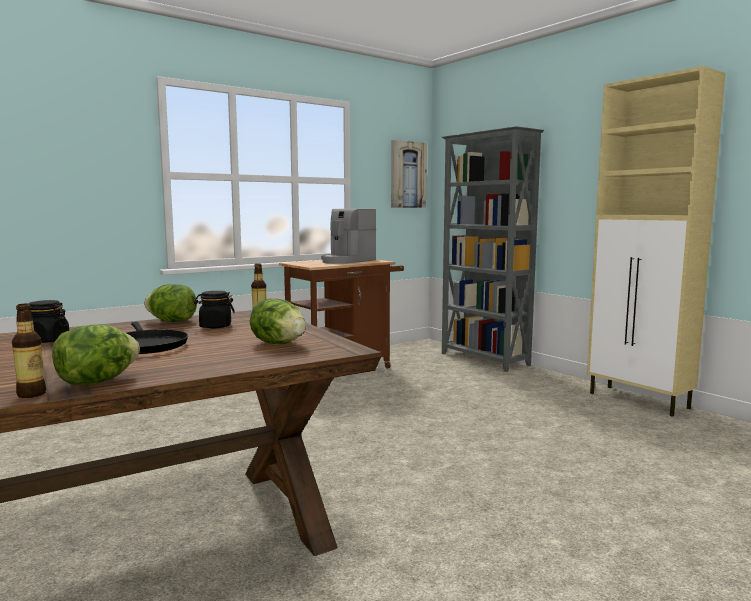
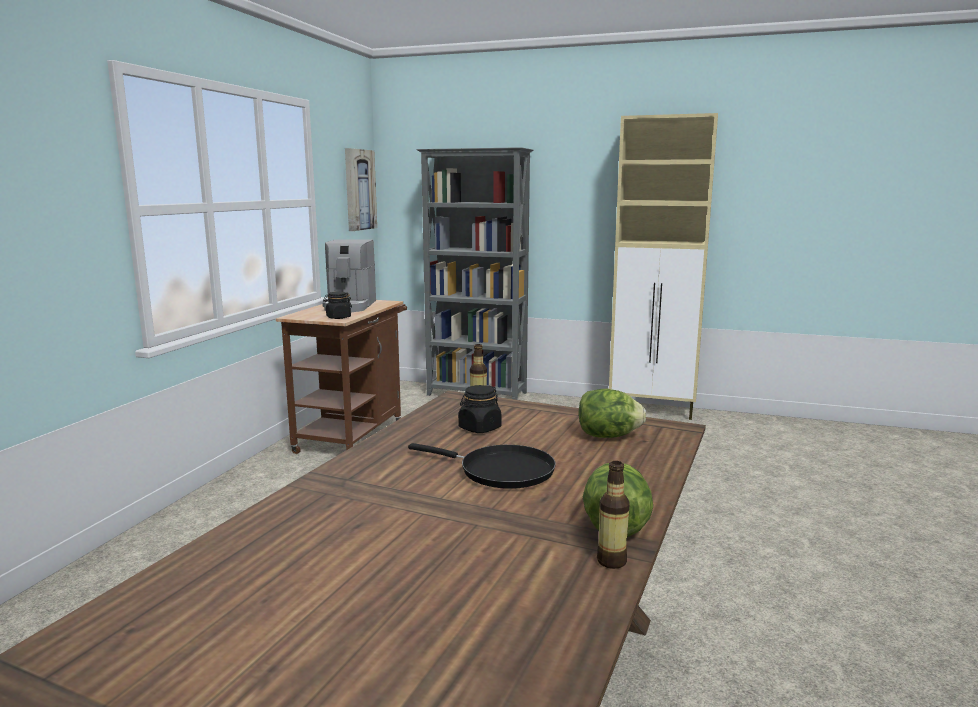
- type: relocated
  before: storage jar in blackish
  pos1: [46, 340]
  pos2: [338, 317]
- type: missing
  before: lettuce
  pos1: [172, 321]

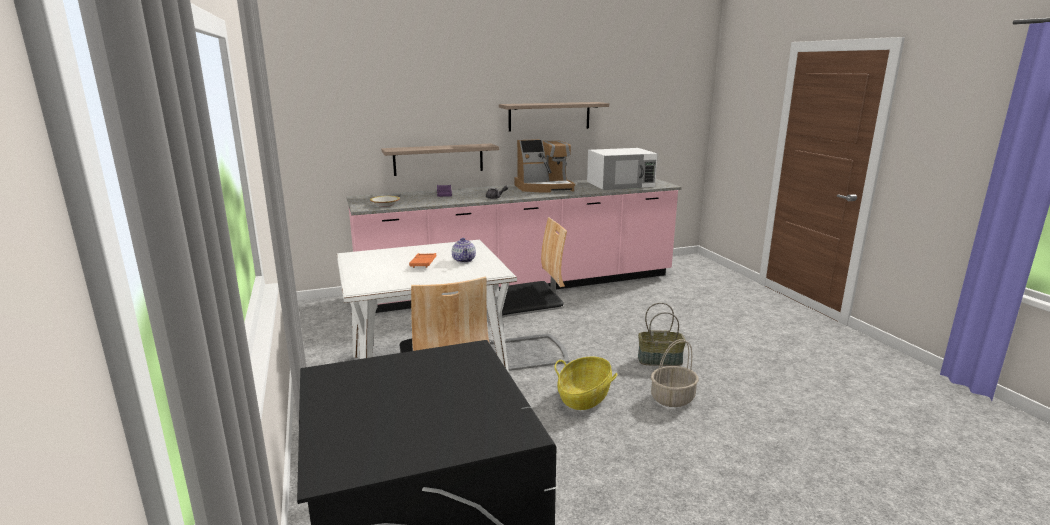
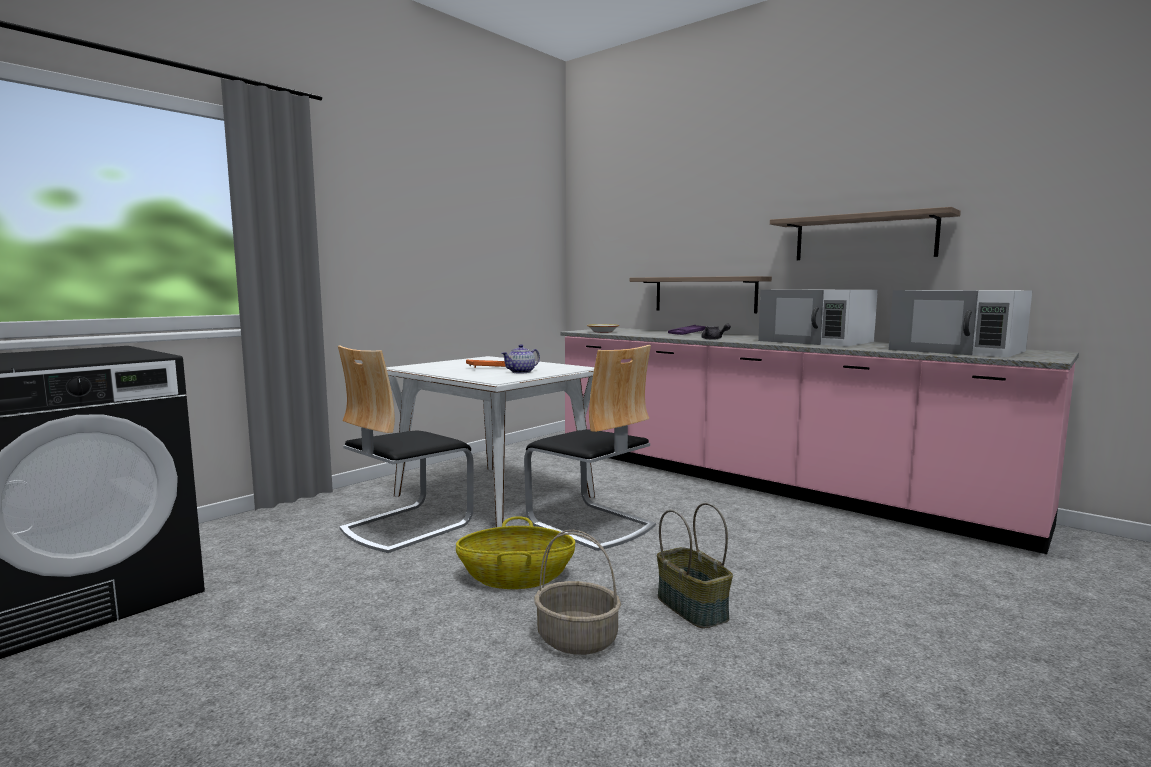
- type: exchanged
  before: coffee maker
  after: microwave in white-coloured
  pos1: [544, 188]
  pos2: [816, 341]

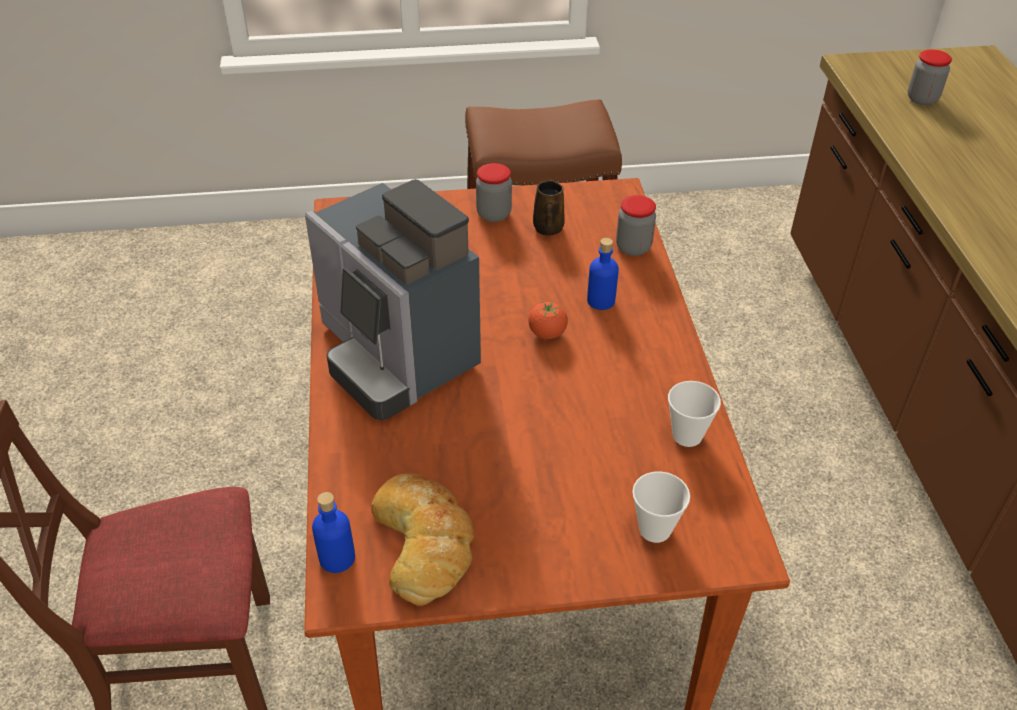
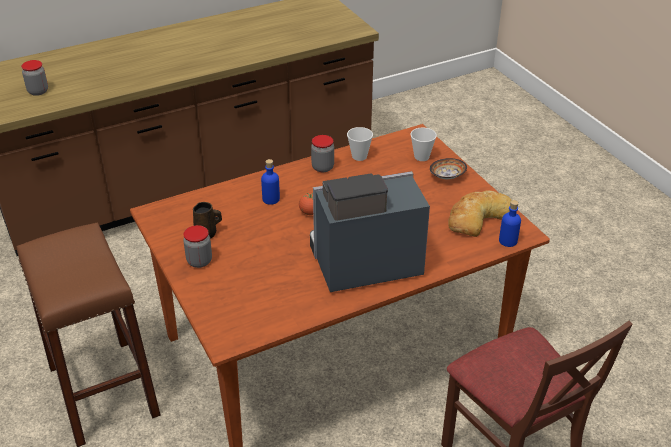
- type: spun
  before: coffee maker
  pos1: [395, 355]
  pos2: [362, 264]
  turn: -135
- type: relocated
  before: storage jar
  pos1: [633, 247]
  pos2: [322, 167]
- type: appeared
  after: bowl
  pos2: [446, 176]

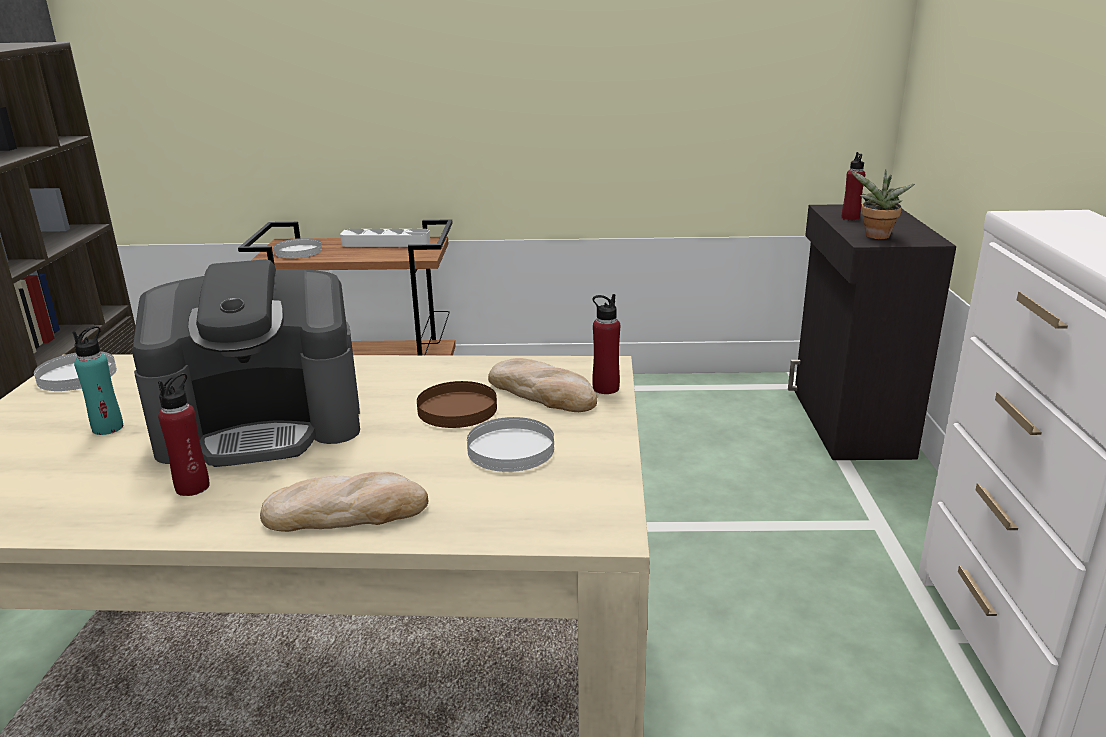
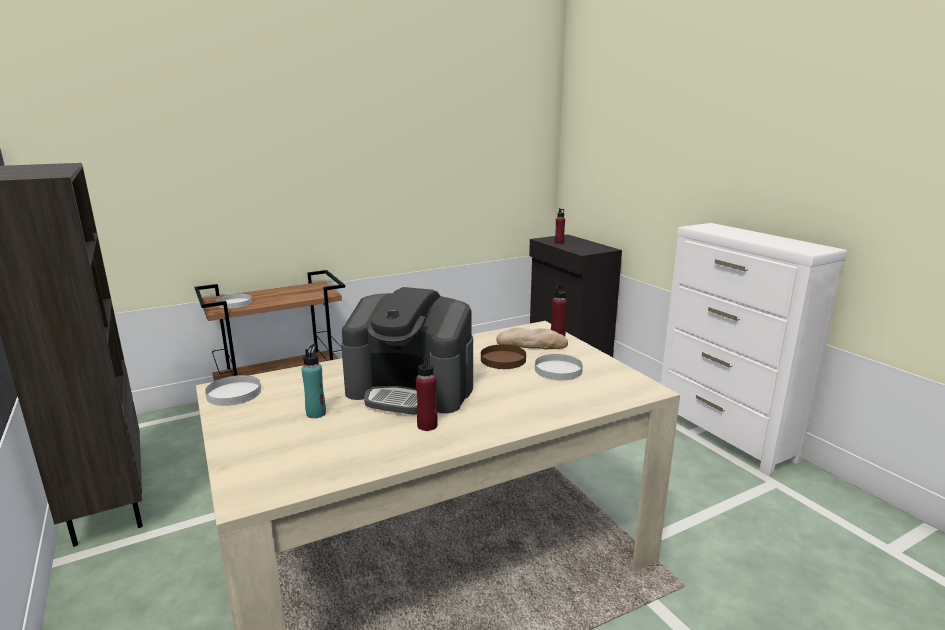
- type: spun
  before: coffee maker
  pos1: [263, 424]
  pos2: [411, 389]
  turn: 60
- type: missing
  before: bread
  pos1: [346, 511]
- type: missing
  before: tray in white-coloured
  pos1: [386, 243]
- type: missing
  before: potted plant
  pos1: [876, 237]

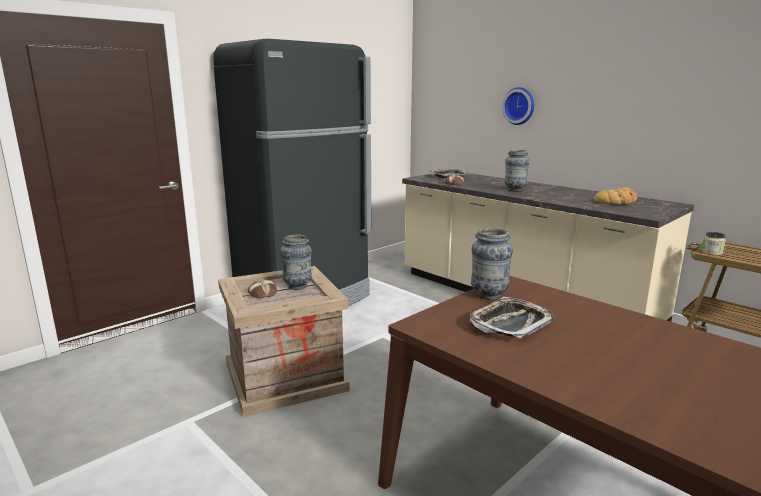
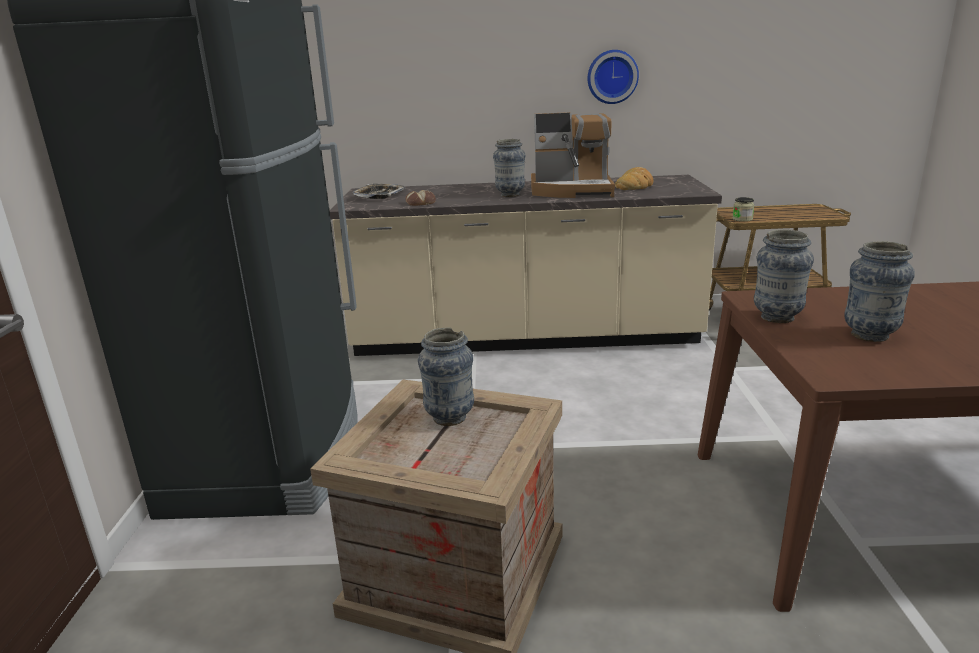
- type: appeared
  after: coffee maker
  pos2: [572, 190]
- type: relocated
  before: clock on the wall
  pos1: [519, 106]
  pos2: [612, 77]
- type: exchanged
  before: tray
  after: decorative vase
  pos1: [510, 323]
  pos2: [870, 335]
- type: missing
  before: bread
  pos1: [262, 293]

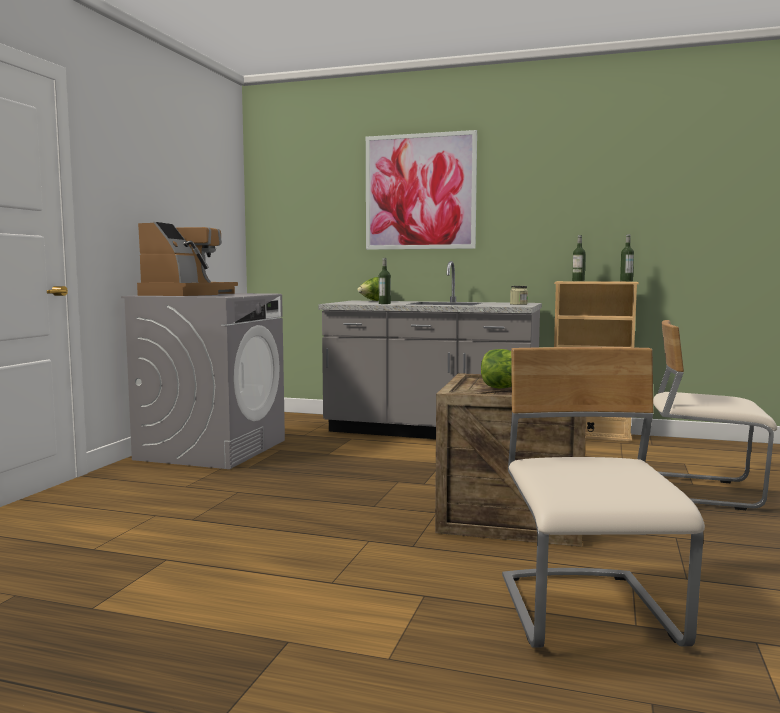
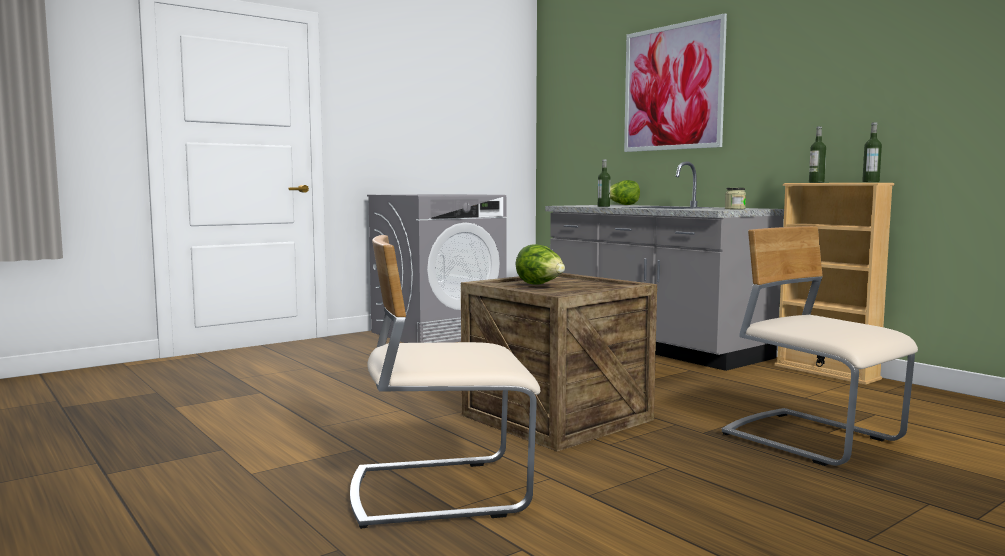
- type: spun
  before: chair in beige-coloured
  pos1: [589, 613]
  pos2: [439, 491]
  turn: -135
- type: missing
  before: coffee maker
  pos1: [188, 294]

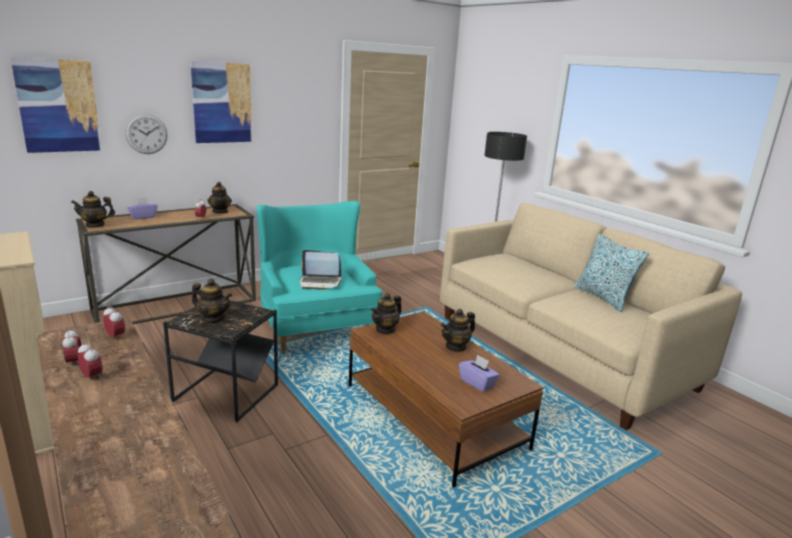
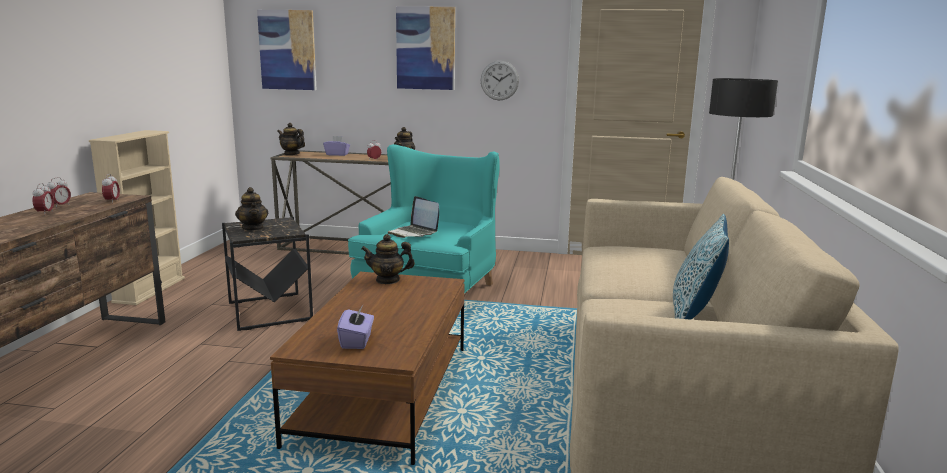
- type: relocated
  before: clock on the wall
  pos1: [146, 134]
  pos2: [499, 80]
- type: missing
  before: tea pot
  pos1: [456, 347]

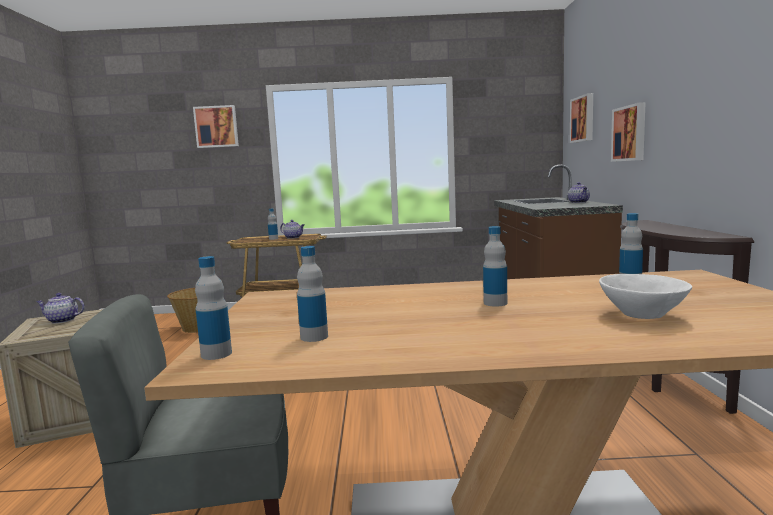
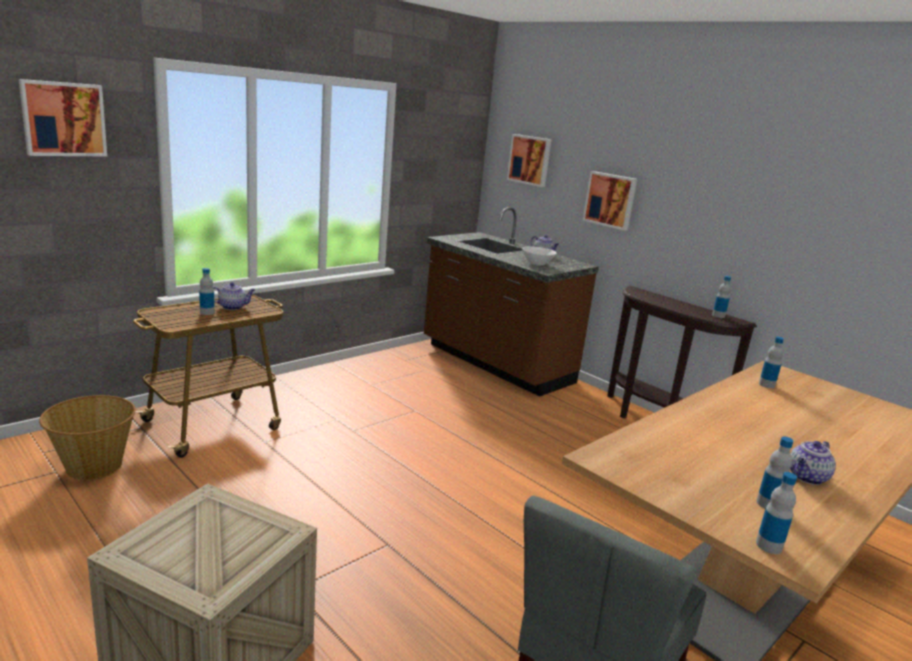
- type: relocated
  before: bowl in white-coloured
  pos1: [643, 315]
  pos2: [537, 264]
- type: relocated
  before: drink bottle
  pos1: [495, 303]
  pos2: [718, 315]
- type: relocated
  before: tea pot
  pos1: [61, 320]
  pos2: [807, 478]

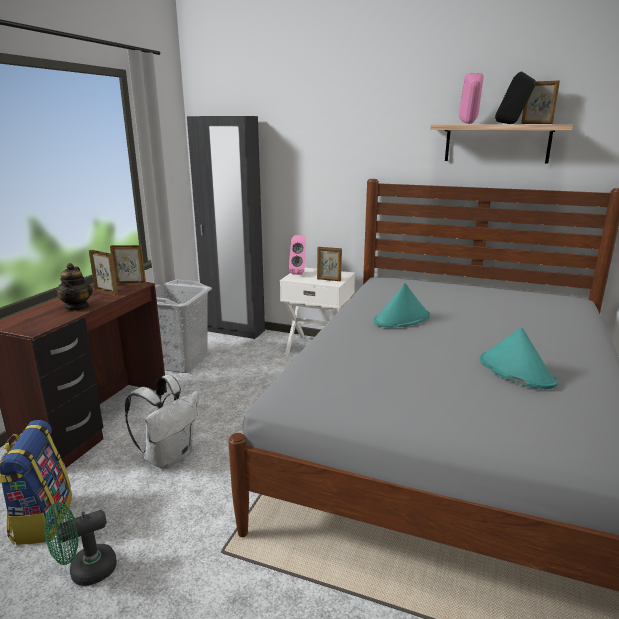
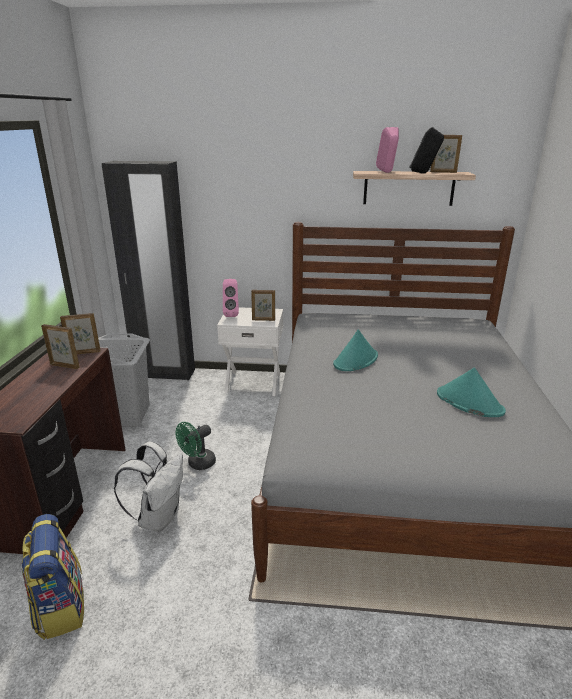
- type: relocated
  before: fan in greenish
  pos1: [85, 572]
  pos2: [198, 464]
- type: missing
  before: tea pot
  pos1: [77, 307]

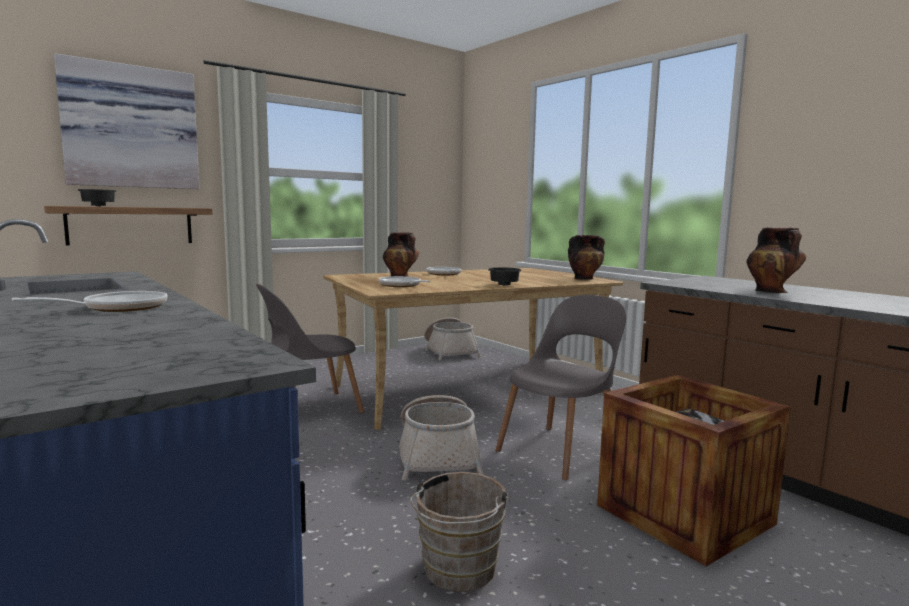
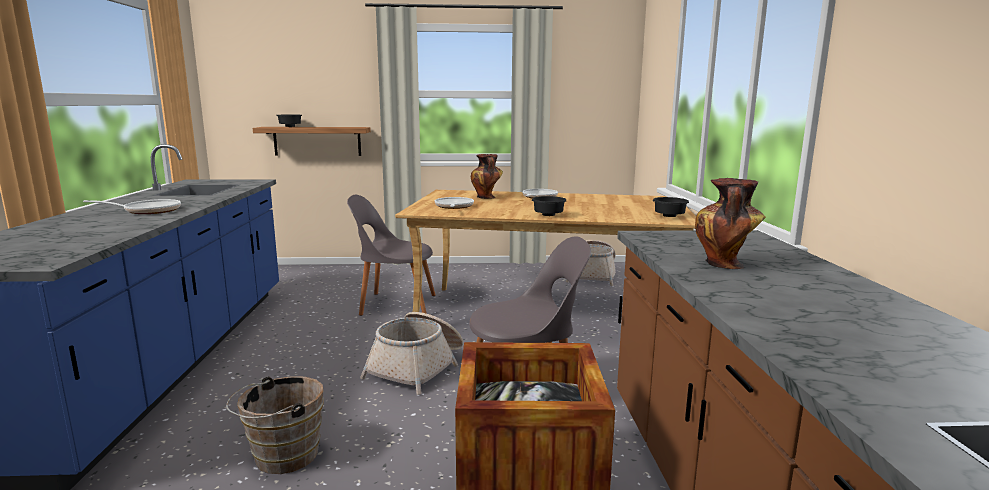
- type: exchanged
  before: decorative vase
  after: bowl in blackish
  pos1: [585, 279]
  pos2: [670, 216]
- type: missing
  before: wall picture
  pos1: [131, 127]

